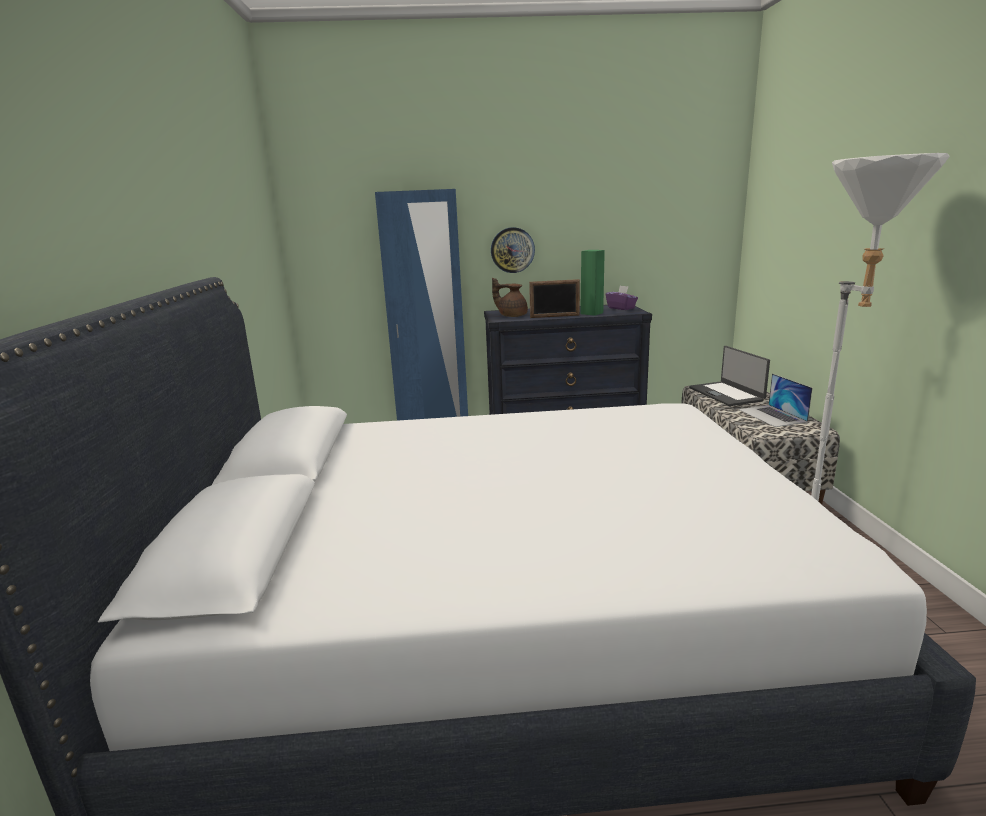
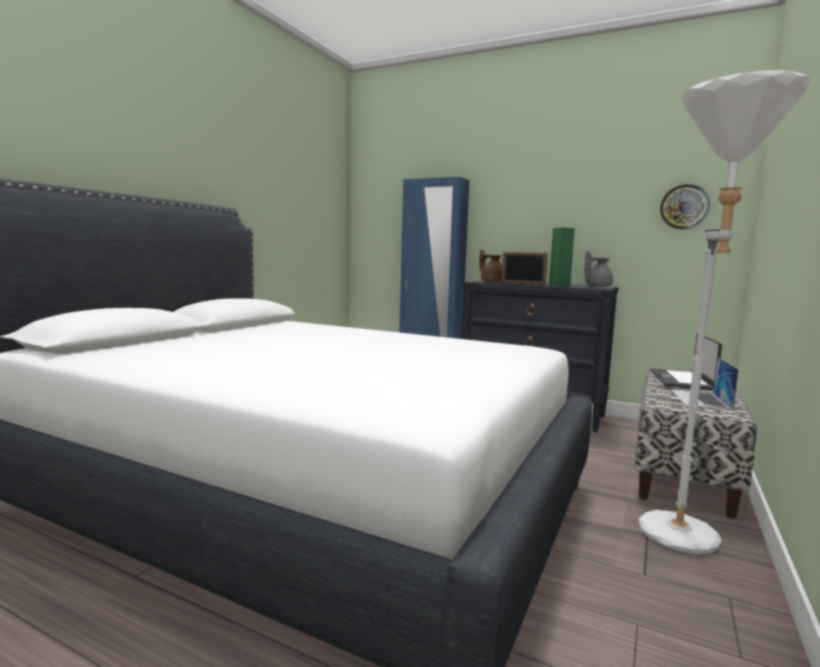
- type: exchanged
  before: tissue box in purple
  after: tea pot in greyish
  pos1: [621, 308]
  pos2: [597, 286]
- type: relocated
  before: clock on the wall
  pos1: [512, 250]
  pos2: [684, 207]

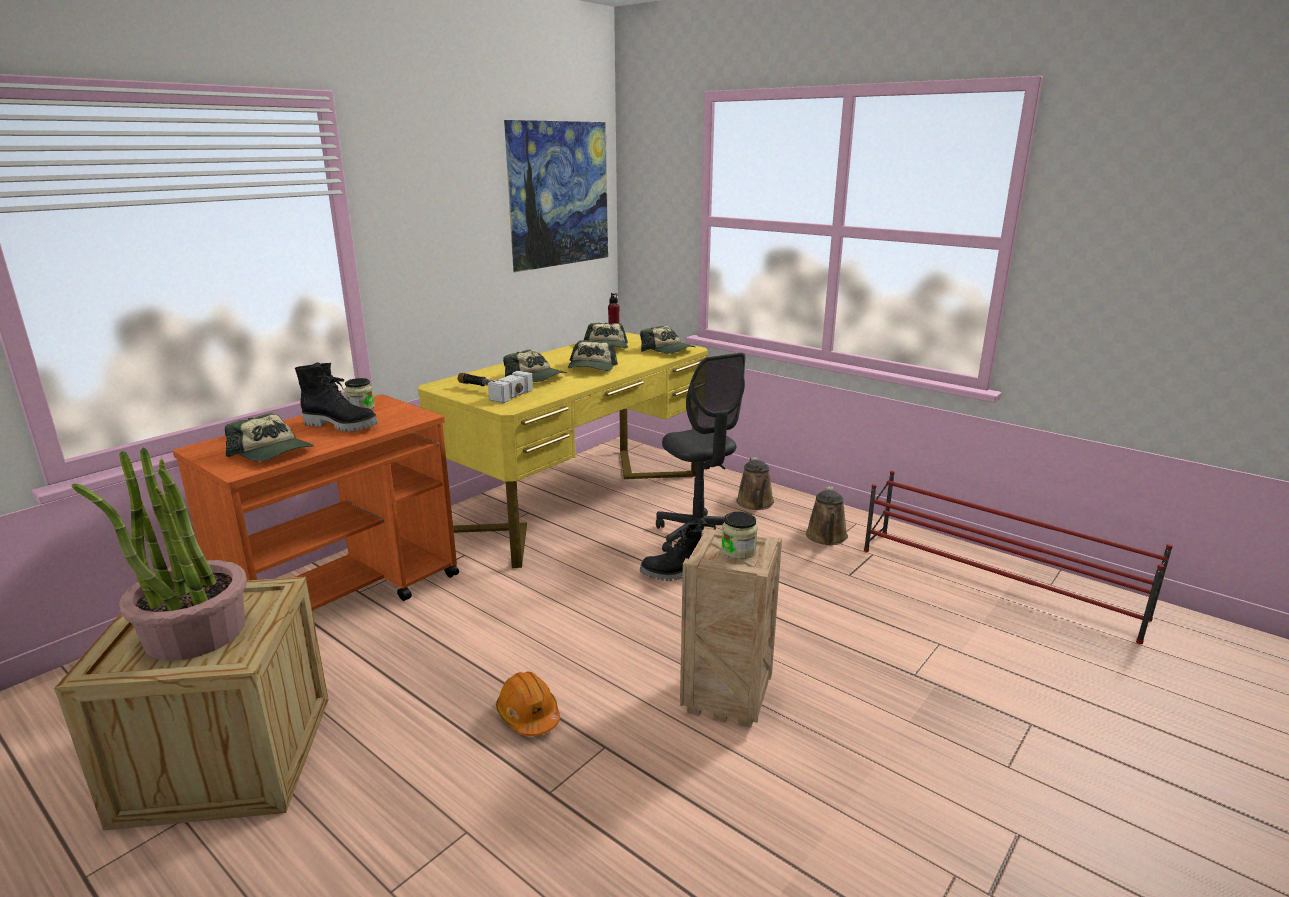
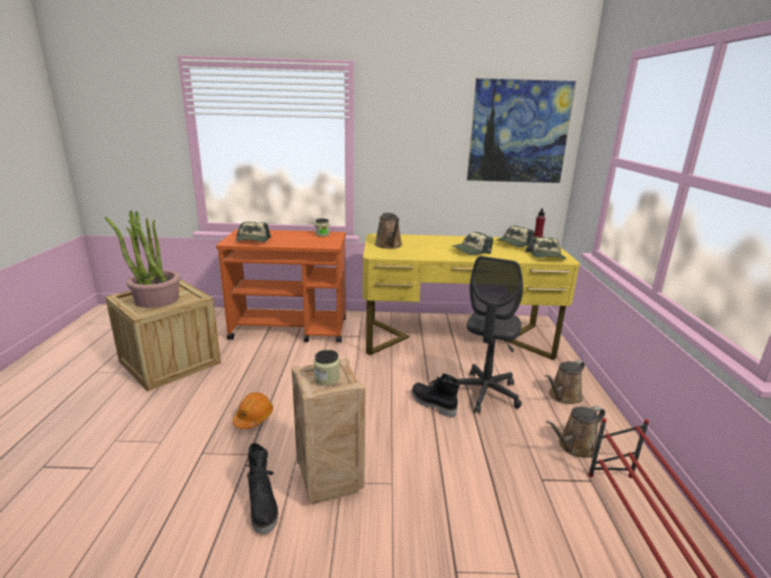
- type: relocated
  before: high-top boot in blackish
  pos1: [342, 425]
  pos2: [263, 507]
- type: exchanged
  before: hand hammer
  after: sprinkling can in brown-coloured
  pos1: [490, 391]
  pos2: [389, 245]
- type: missing
  before: baseball cap
  pos1: [536, 378]

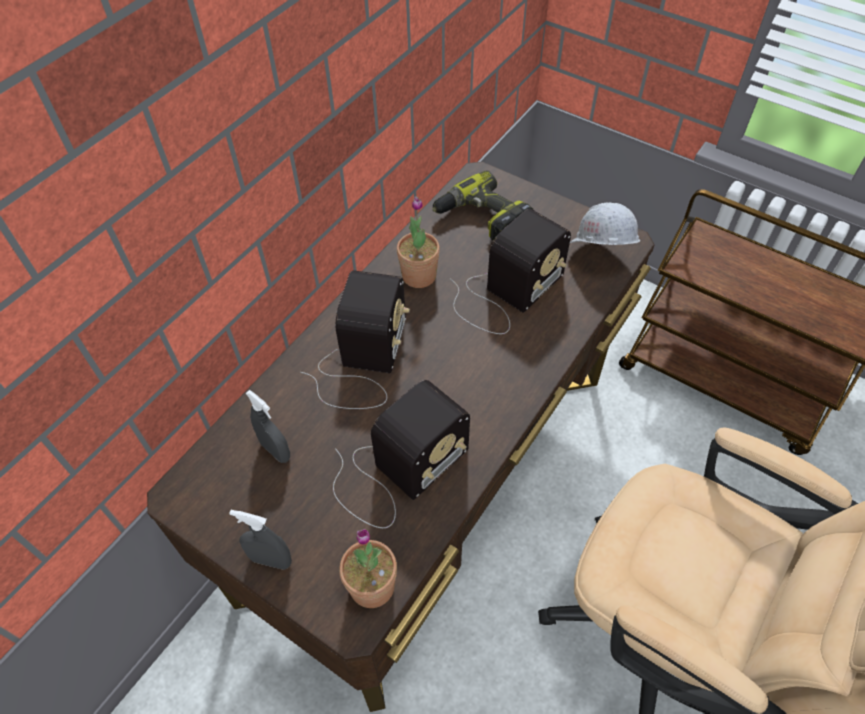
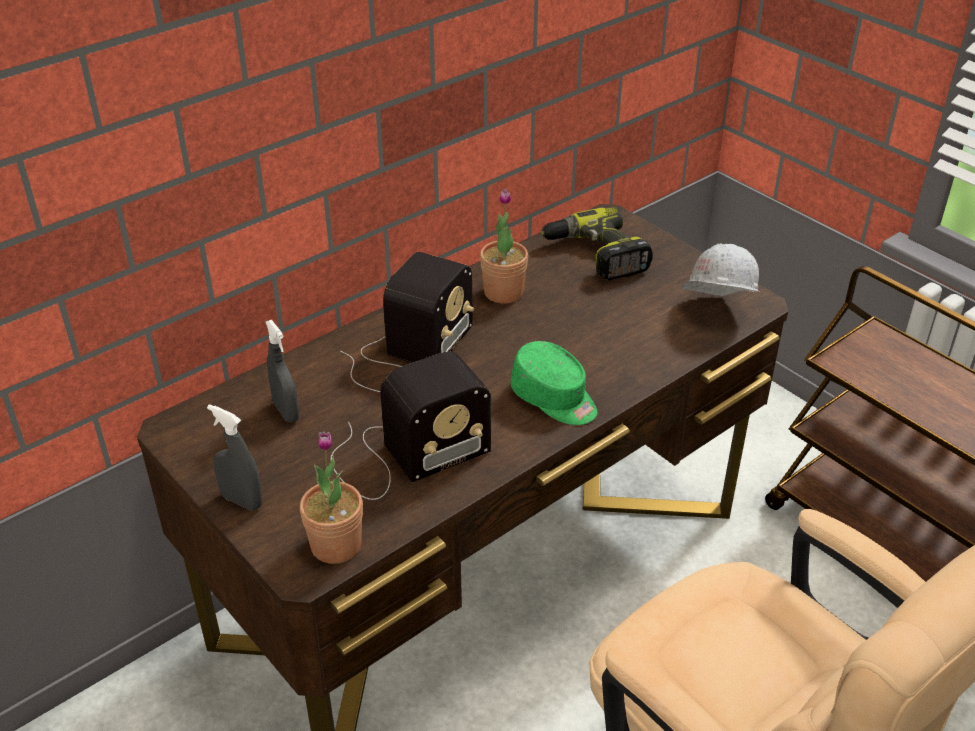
- type: appeared
  after: baseball cap in greenish
  pos2: [554, 399]
- type: missing
  before: radio
  pos1: [505, 294]

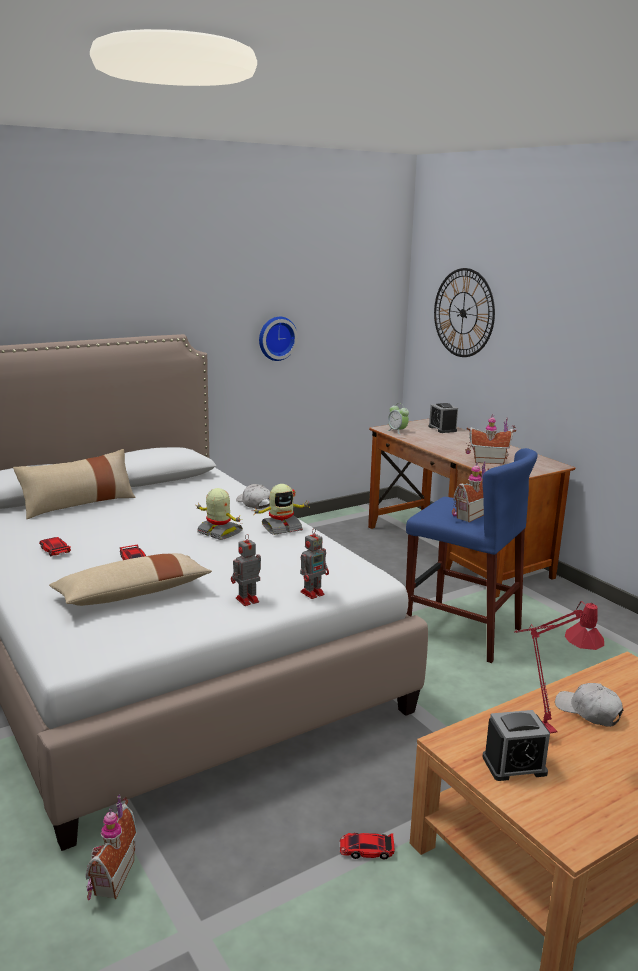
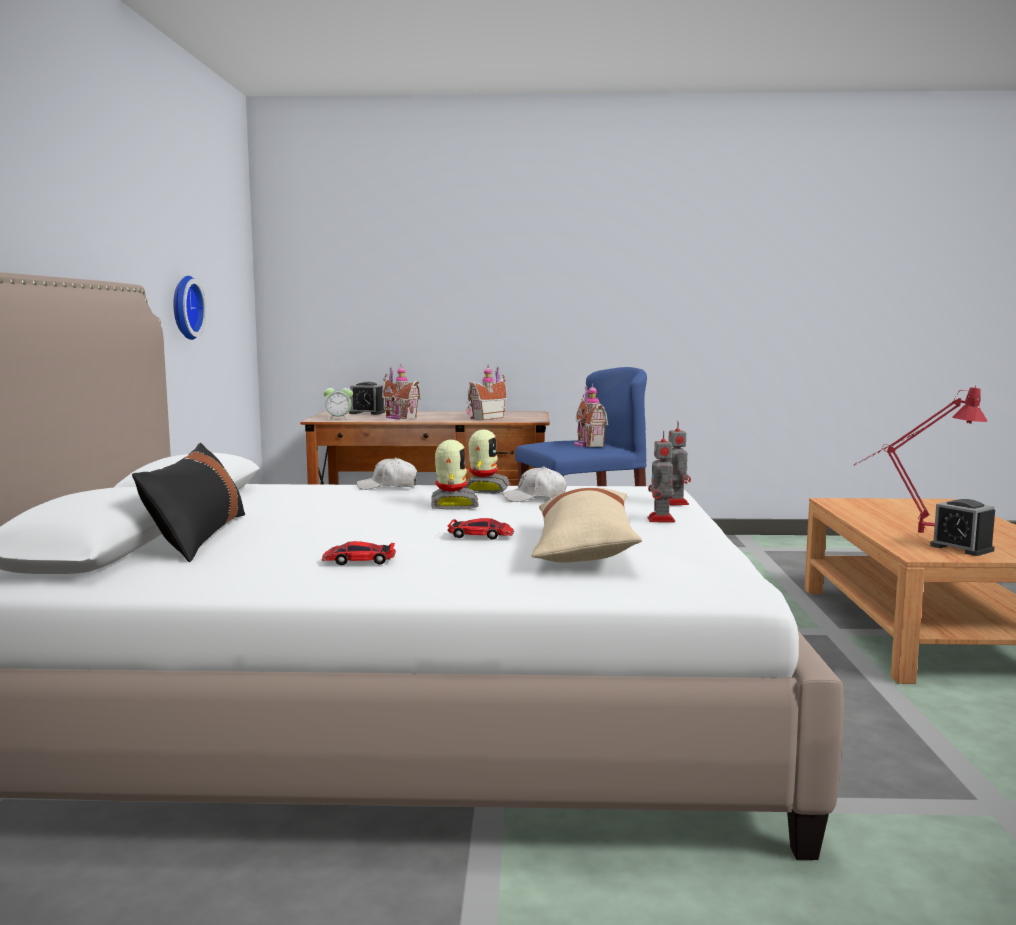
- type: colour
  before: cushion in beige-coloured
  after: cushion in blackish
  pos1: [78, 504]
  pos2: [198, 536]
- type: relocated
  before: toy house
  pos1: [109, 878]
  pos2: [399, 417]
- type: spun
  before: toy robot
  pos1: [219, 532]
  pos2: [452, 505]
  turn: 105
- type: relocated
  before: baseball cap in white-coloured
  pos1: [588, 712]
  pos2: [534, 498]
- type: spun
  before: table clock
  pos1: [514, 765]
  pos2: [961, 548]
  turn: 120
- type: missing
  before: miniature car
  pos1: [366, 849]
- type: missing
  before: clock on the wall
  pos1: [463, 313]

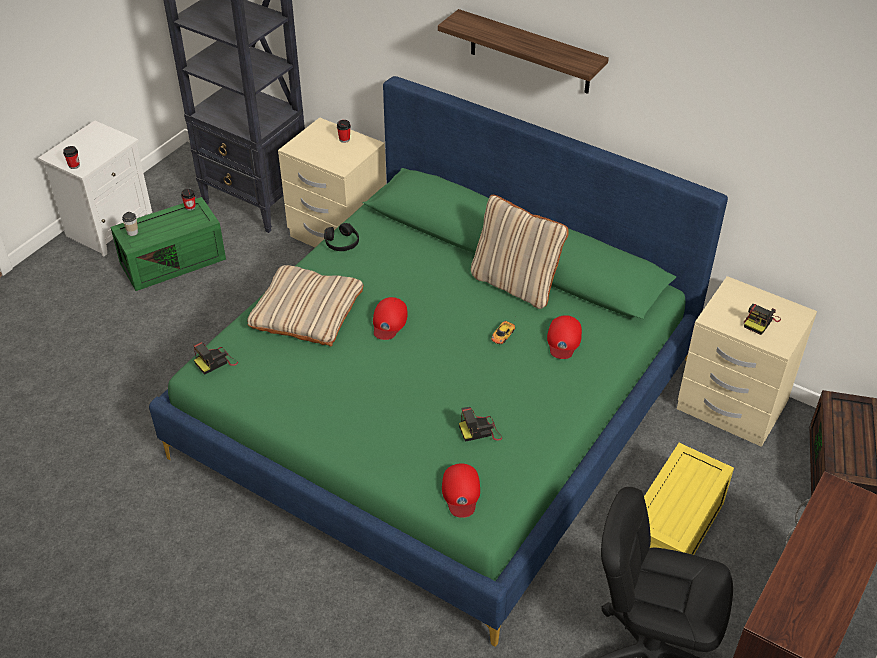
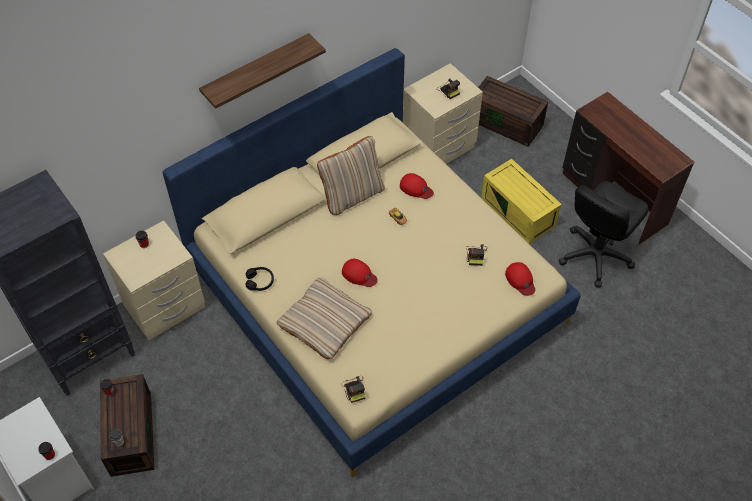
- type: colour
  before: storage container in greenish
  after: storage container in brown-coloured
  pos1: [174, 260]
  pos2: [130, 432]
- type: colour
  before: sleeping bed in greenish
  after: sleeping bed in beige-coloured
  pos1: [439, 407]
  pos2: [375, 296]
- type: spun
  before: baseball cap in red
  pos1: [461, 492]
  pos2: [520, 280]
  turn: 45

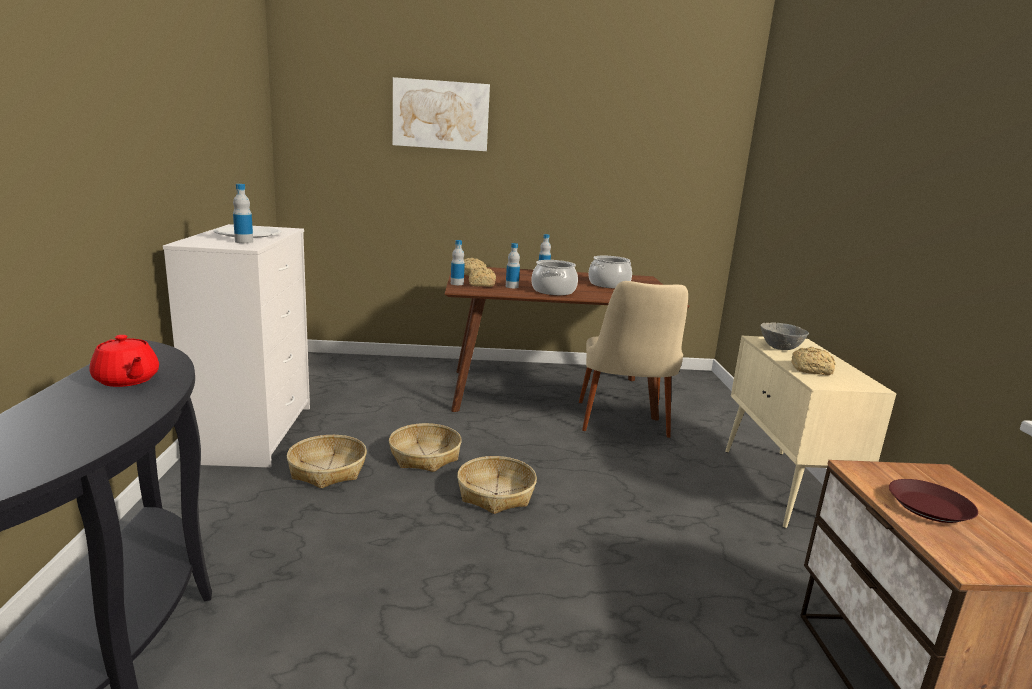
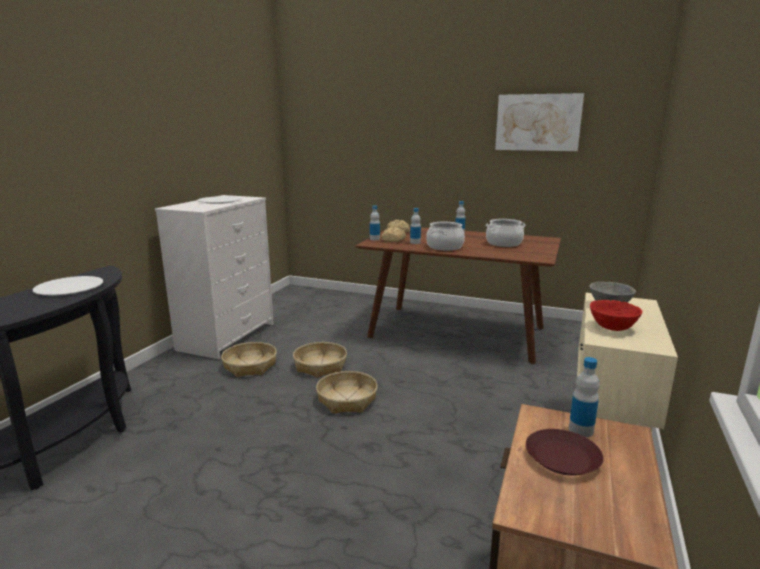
- type: exchanged
  before: tea pot in red
  after: dinner plate in white-coloured
  pos1: [127, 380]
  pos2: [69, 288]
- type: relocated
  before: wall picture
  pos1: [441, 115]
  pos2: [538, 122]
- type: relocated
  before: drink bottle
  pos1: [244, 241]
  pos2: [581, 430]
- type: exchanged
  before: bread
  after: bowl in red
  pos1: [812, 370]
  pos2: [612, 327]
- type: missing
  before: chair in beige-coloured
  pos1: [624, 426]

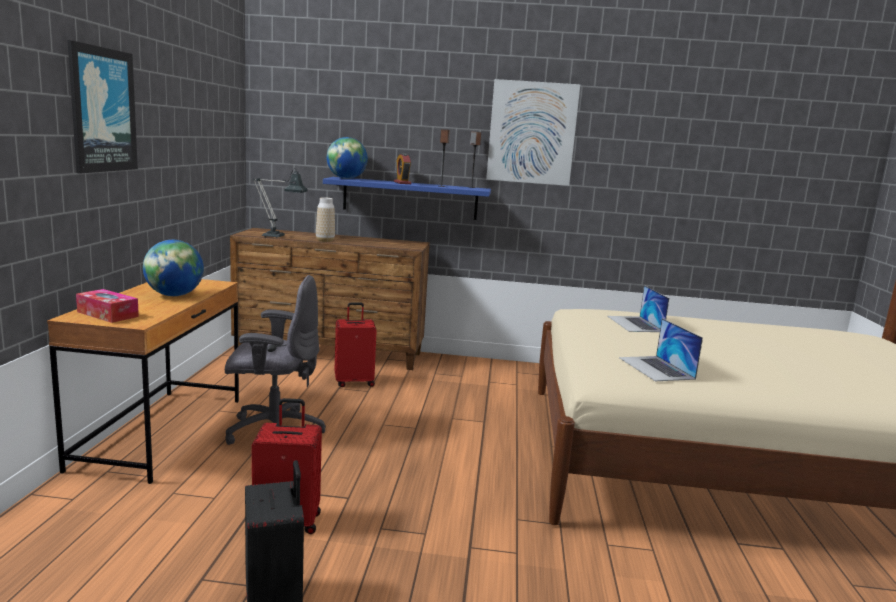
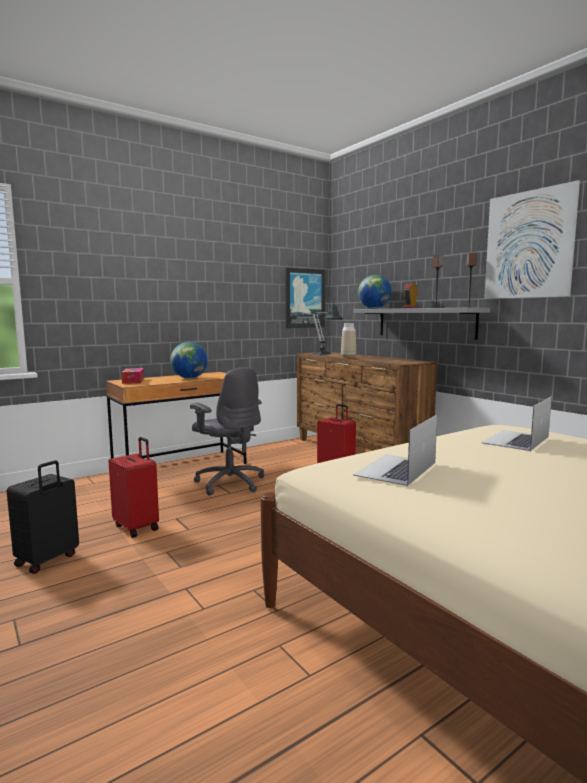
- type: relocated
  before: wall picture
  pos1: [102, 110]
  pos2: [304, 298]
- type: colour
  before: wall shelf in blue
  after: wall shelf in greyish
  pos1: [410, 198]
  pos2: [425, 322]

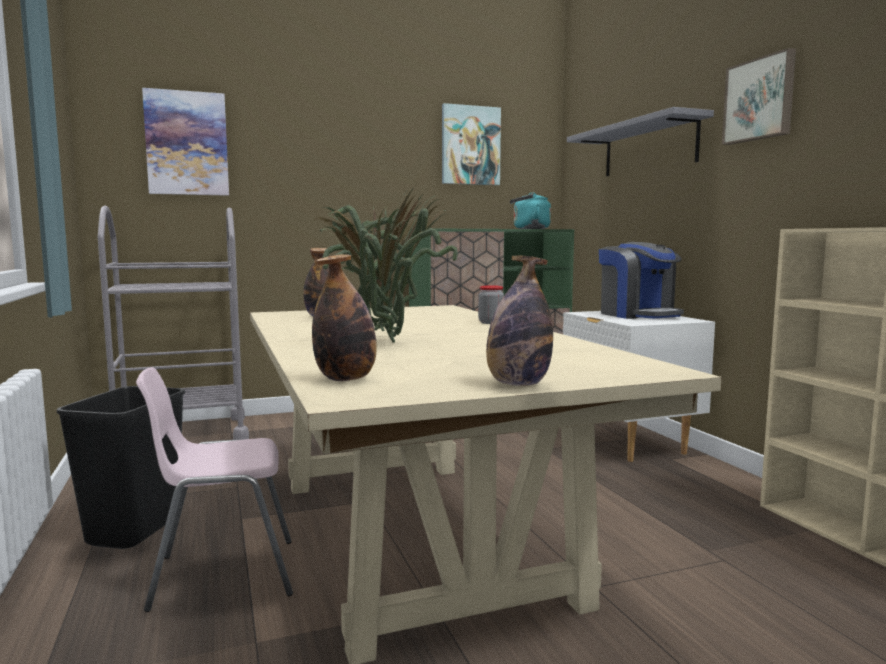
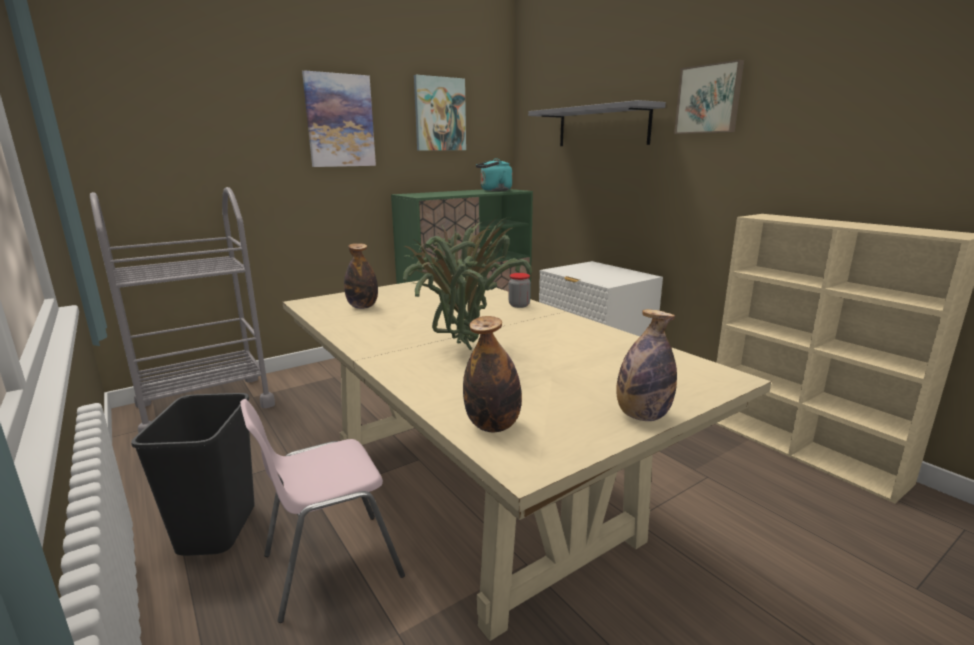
- type: relocated
  before: wall picture
  pos1: [187, 143]
  pos2: [340, 121]
- type: missing
  before: coffee maker
  pos1: [638, 315]

